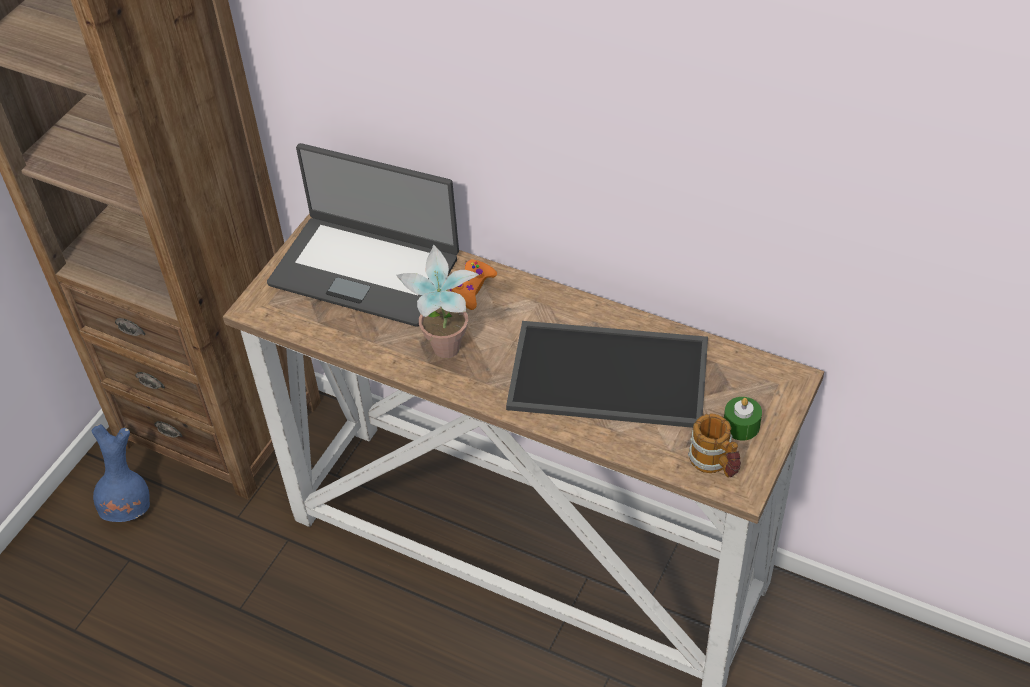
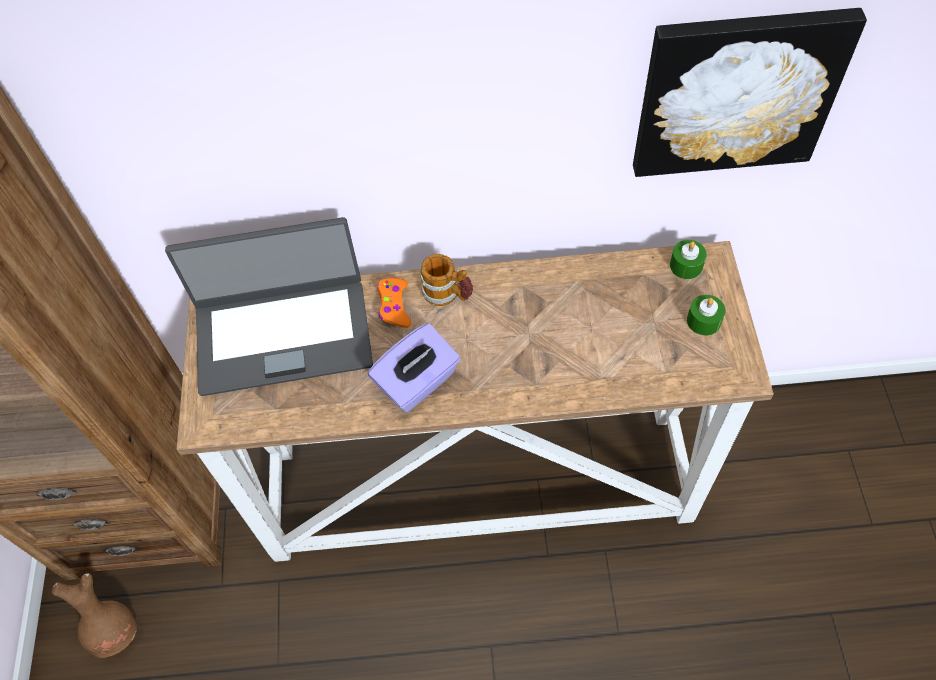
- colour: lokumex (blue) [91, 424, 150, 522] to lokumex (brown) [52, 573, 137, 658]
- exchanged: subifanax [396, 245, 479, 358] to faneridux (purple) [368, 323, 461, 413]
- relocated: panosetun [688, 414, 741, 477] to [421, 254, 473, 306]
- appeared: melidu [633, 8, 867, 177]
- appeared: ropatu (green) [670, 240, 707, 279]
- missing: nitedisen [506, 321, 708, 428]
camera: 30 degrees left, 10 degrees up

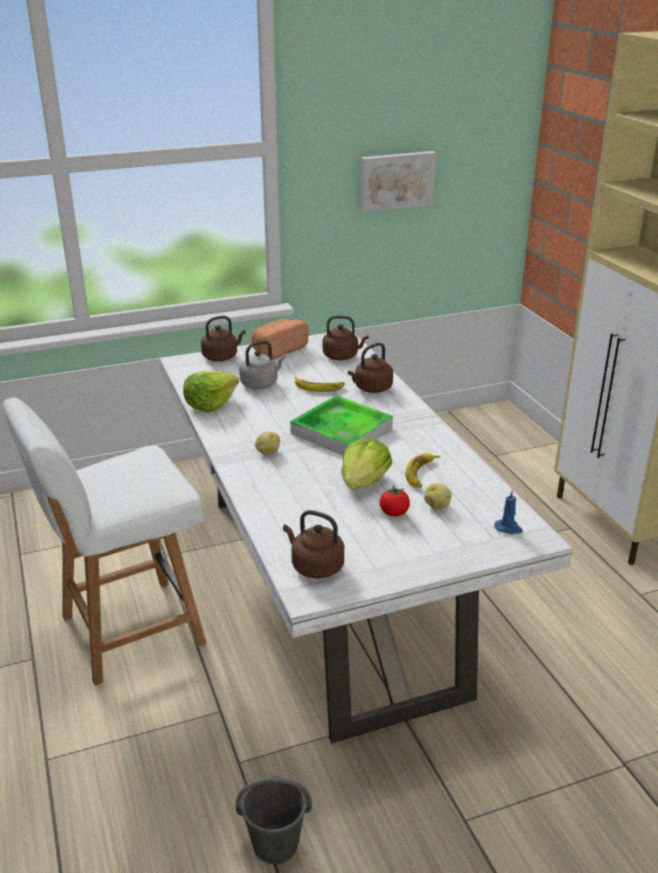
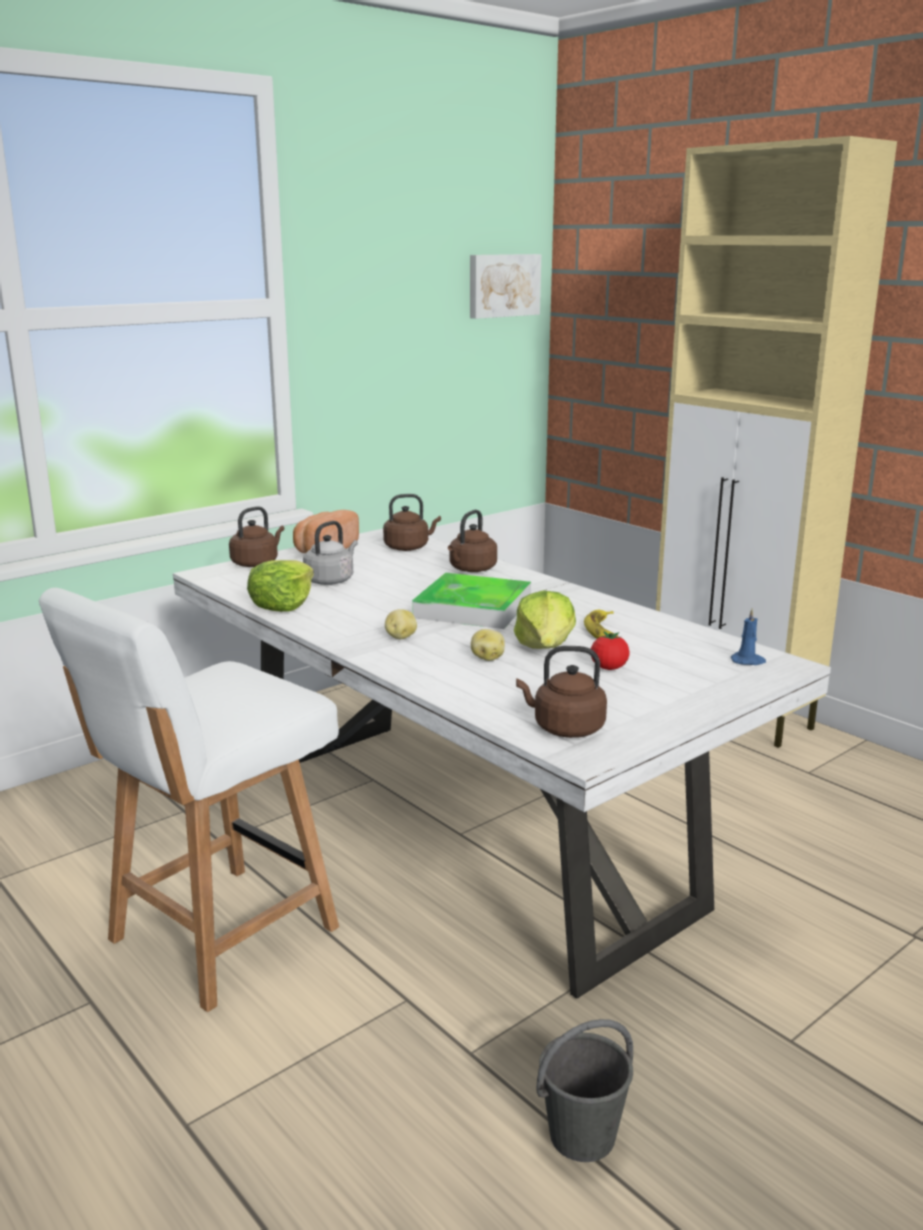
- relocated: melidu [360, 151, 436, 212] to [470, 254, 541, 319]
- relocated: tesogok [424, 483, 452, 509] to [471, 629, 505, 661]
- missing: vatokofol [294, 377, 345, 392]
camera: 20 degrees left, 10 degrees down

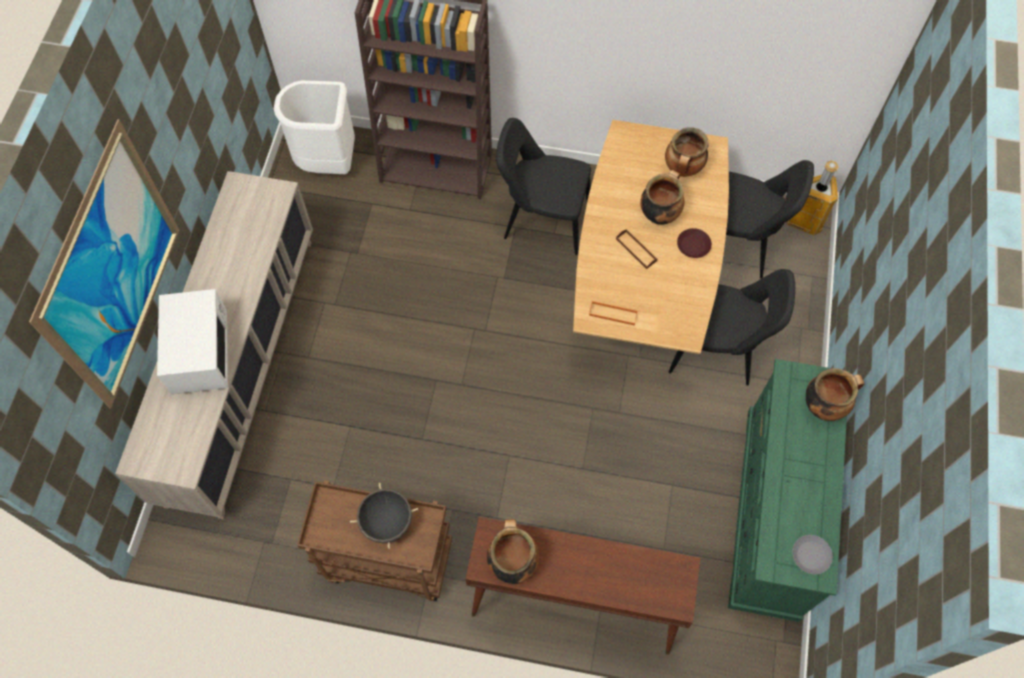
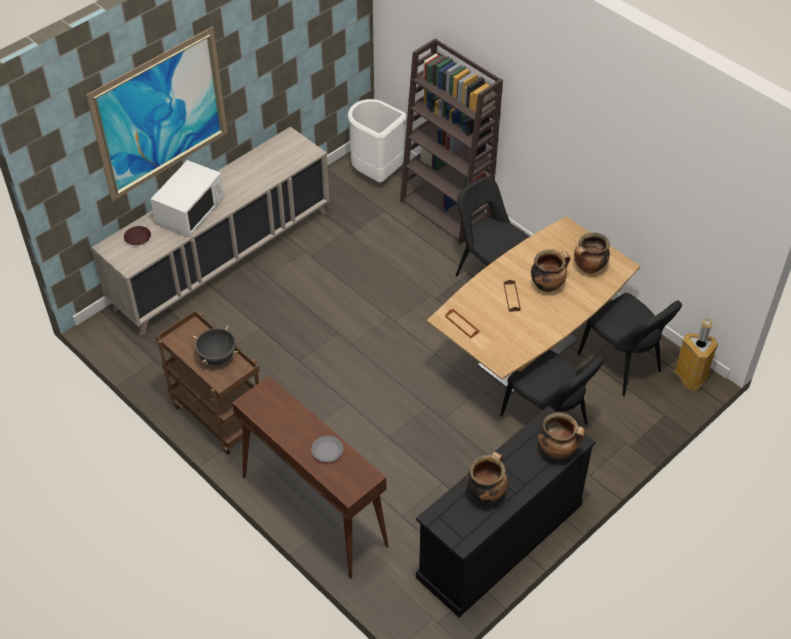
- relocated: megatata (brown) [677, 228, 712, 258] to [124, 226, 151, 245]
- relocated: megatata (grey) [792, 535, 833, 574] to [311, 436, 343, 462]
- colour: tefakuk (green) [728, 359, 849, 622] to tefakuk (black) [416, 406, 595, 617]
- relocated: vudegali [487, 519, 539, 584] to [466, 452, 508, 503]
camera: 35 degrees right, 15 degrees down

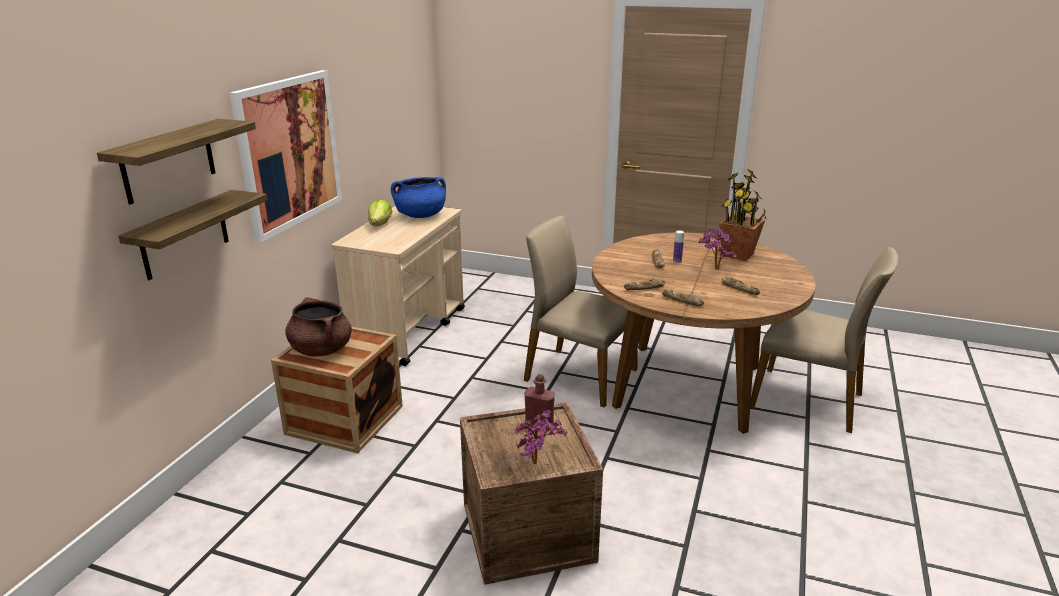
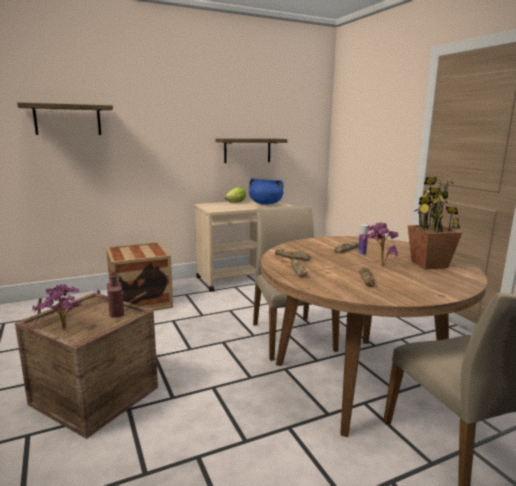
- relocated: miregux [118, 190, 268, 280] to [216, 139, 288, 163]
- missing: melidu [230, 70, 342, 243]
- missing: vudegali (brown) [285, 297, 352, 357]
camera: 45 degrees right, 10 degrees down

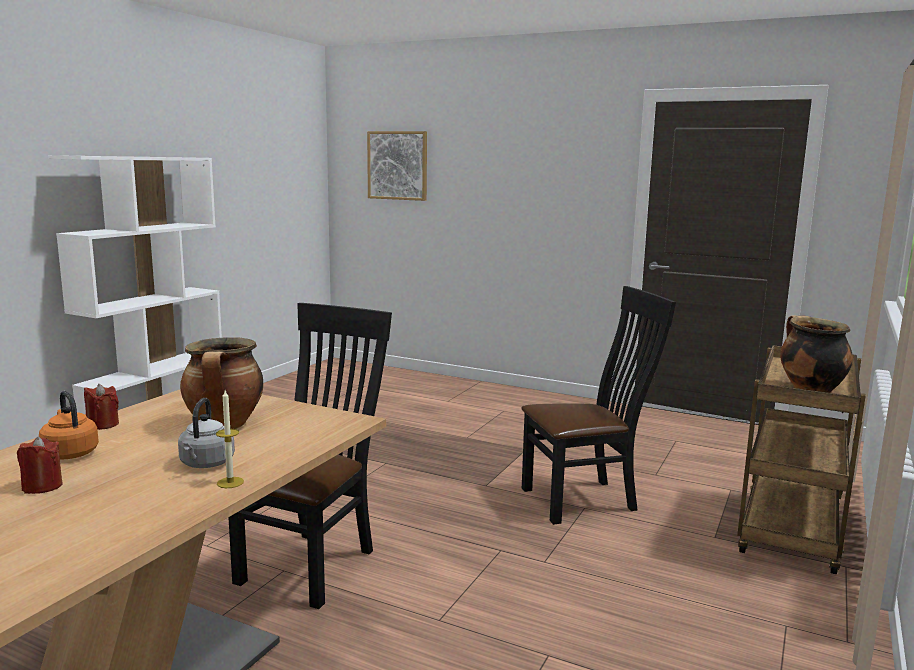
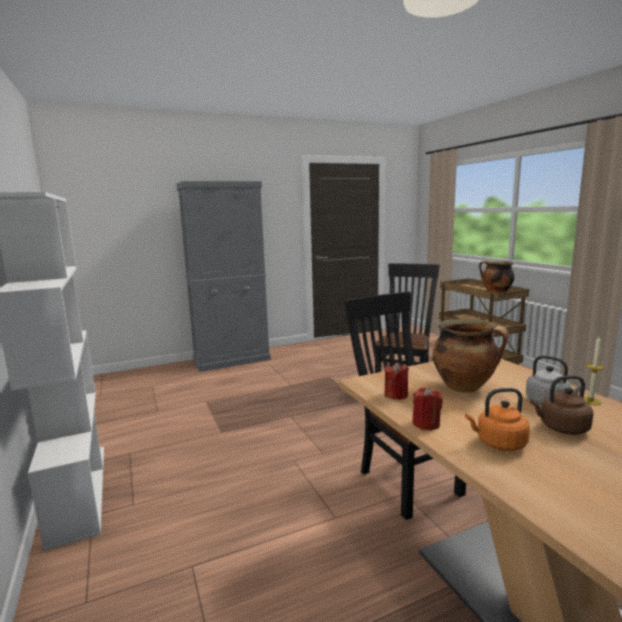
- appeared: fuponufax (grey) [176, 181, 271, 372]
- relocated: ropatu (red) [17, 436, 62, 494] to [385, 362, 409, 400]
- appeared: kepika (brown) [530, 375, 594, 435]
- missing: melidu [367, 131, 427, 201]
camera: 50 degrees left, 0 degrees up

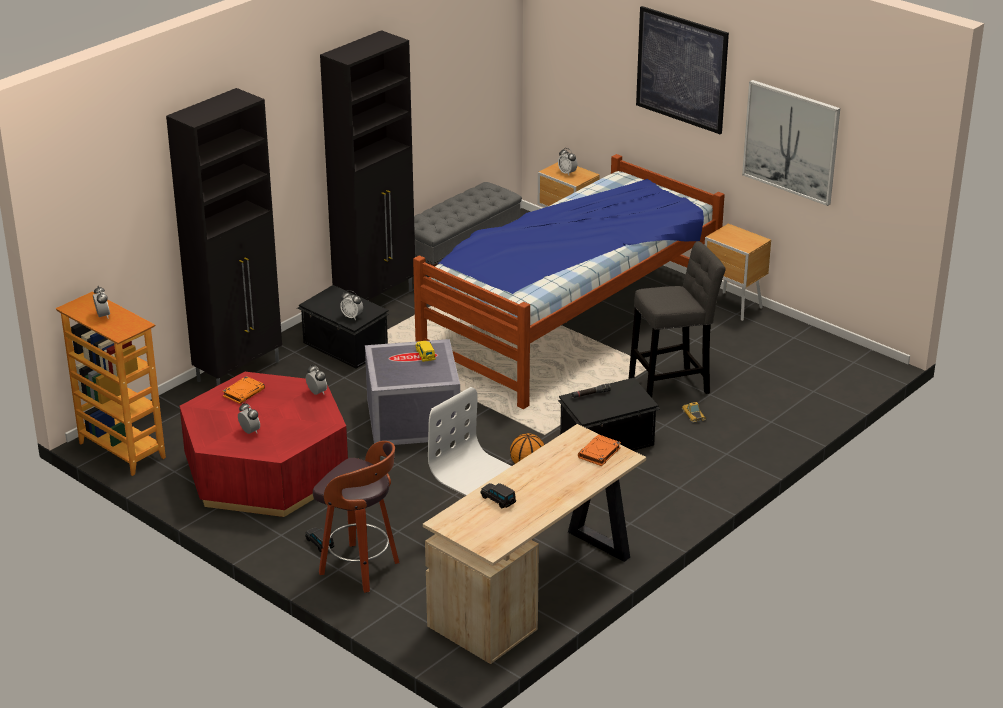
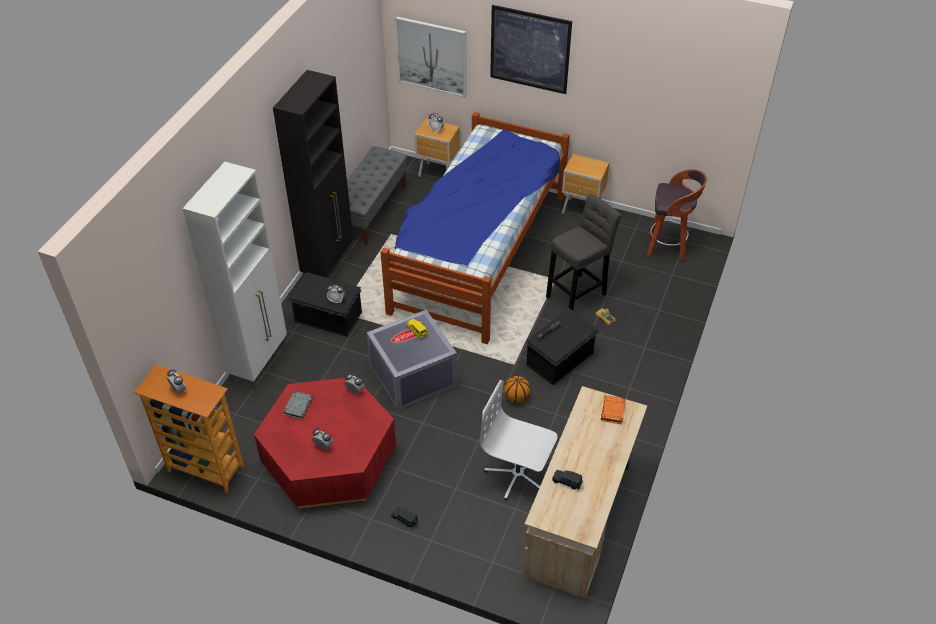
- colour: fuponufax (black) [166, 88, 282, 386] to fuponufax (white) [182, 162, 287, 389]
- colour: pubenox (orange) [222, 376, 265, 404] to pubenox (grey) [283, 391, 313, 419]
- relocated: melidu [742, 80, 840, 206] to [395, 17, 466, 97]
- relocated: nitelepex [313, 441, 399, 593] to [647, 169, 707, 261]
camera: 20 degrees left, 15 degrees up

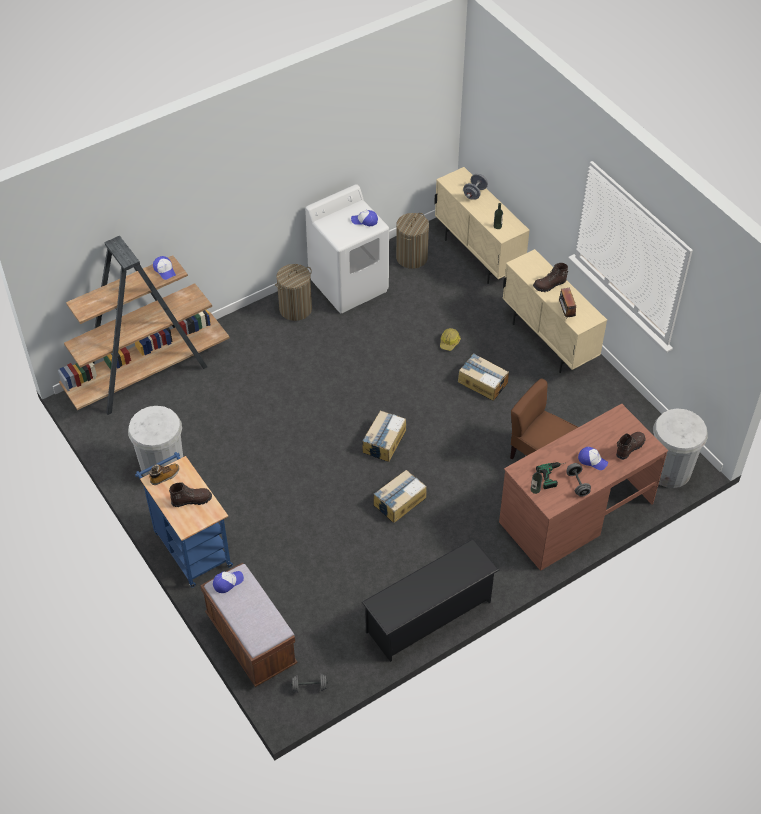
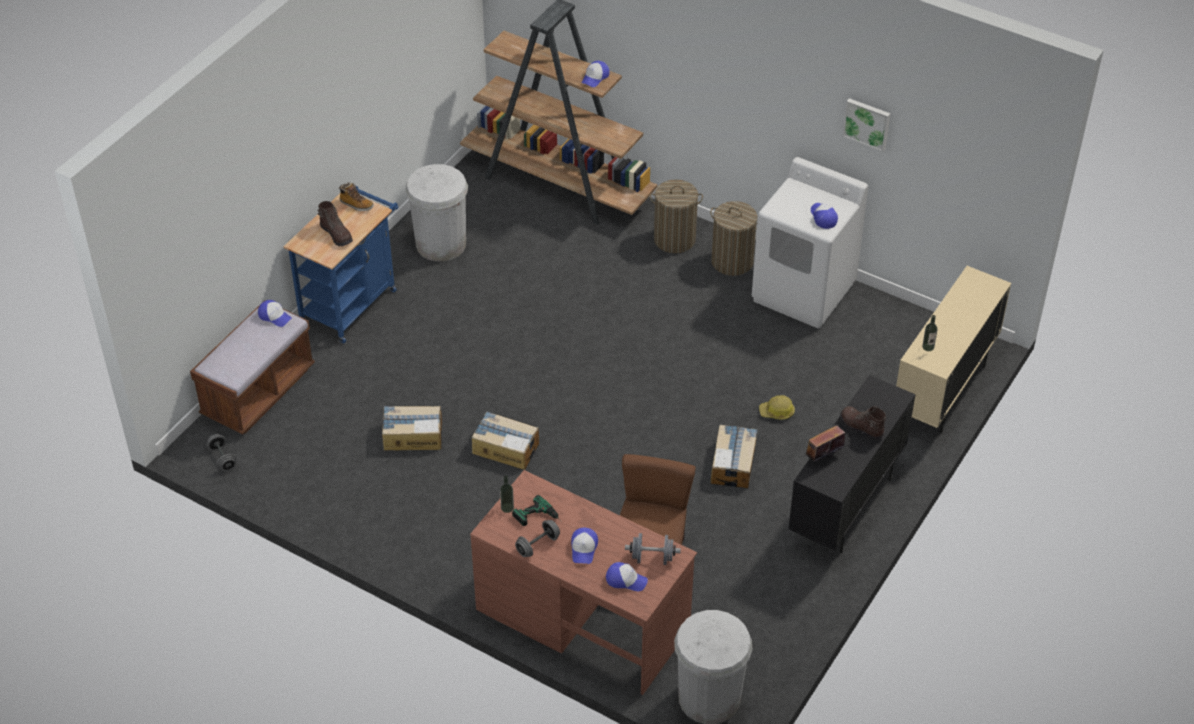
- relocated: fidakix [362, 410, 406, 462] to [382, 406, 442, 451]
- exchanged: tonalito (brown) [616, 432, 646, 460] to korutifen [606, 562, 648, 591]
- relocated: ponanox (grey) [463, 174, 488, 200] to [625, 533, 681, 565]
- relocated: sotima [396, 213, 429, 269] to [650, 179, 703, 253]
- colour: fuponufax (beige) [503, 249, 607, 373] to fuponufax (black) [788, 375, 916, 553]
- appeared: melidu [842, 98, 890, 152]
- missing: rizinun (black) [362, 539, 499, 662]
camera: 65 degrees right, 5 degrees down

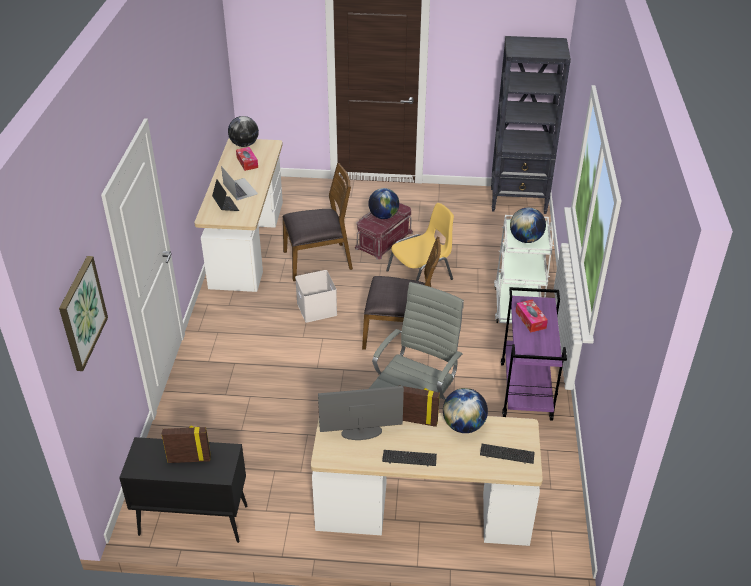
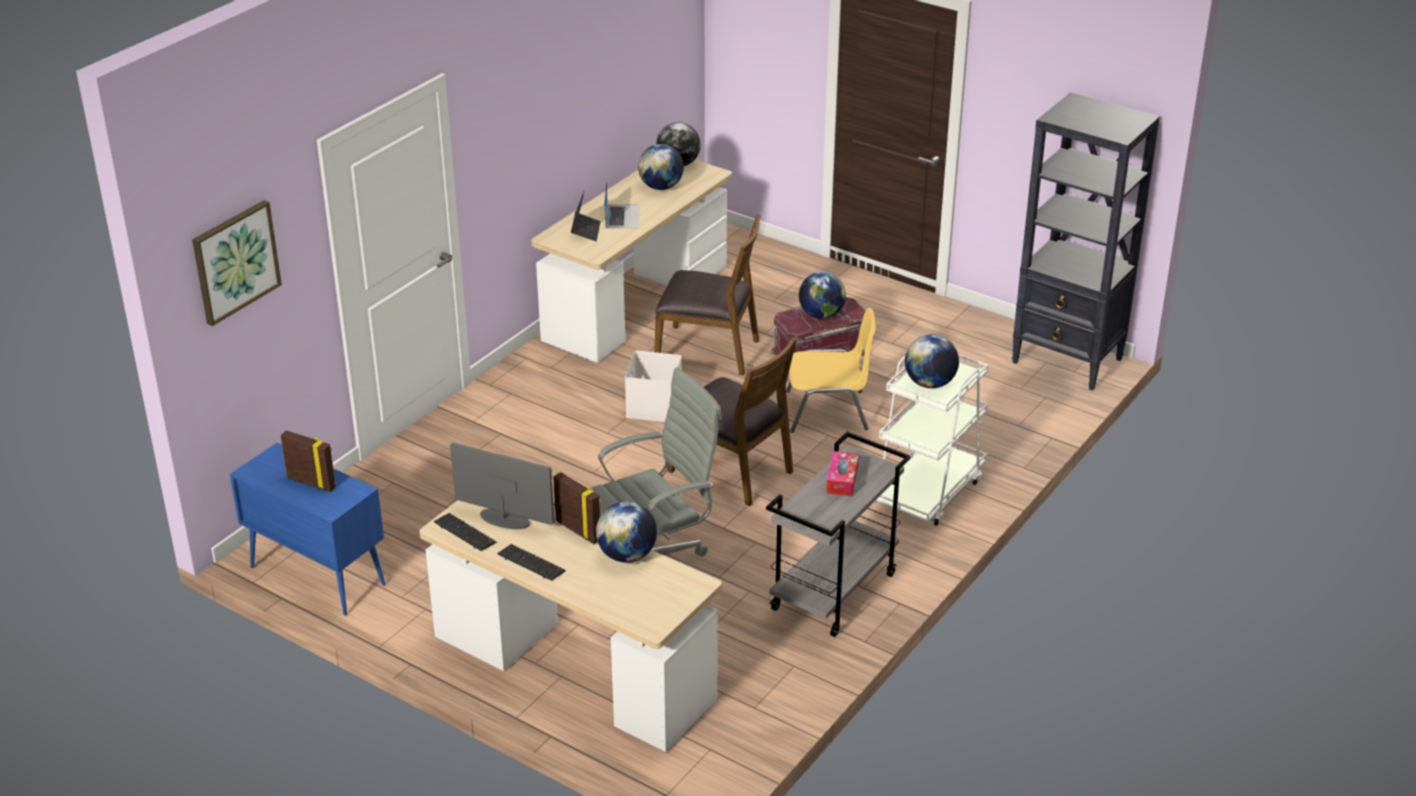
- colour: fuponufax (black) [119, 437, 248, 543] to fuponufax (blue) [230, 443, 385, 615]
- relocated: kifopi [480, 444, 535, 464] to [434, 513, 497, 551]
- exchanged: faneridux [236, 147, 258, 171] to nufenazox [638, 144, 684, 190]
- colour: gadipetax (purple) [501, 287, 567, 421] to gadipetax (grey) [766, 432, 911, 637]
camera: 30 degrees right, 5 degrees down

